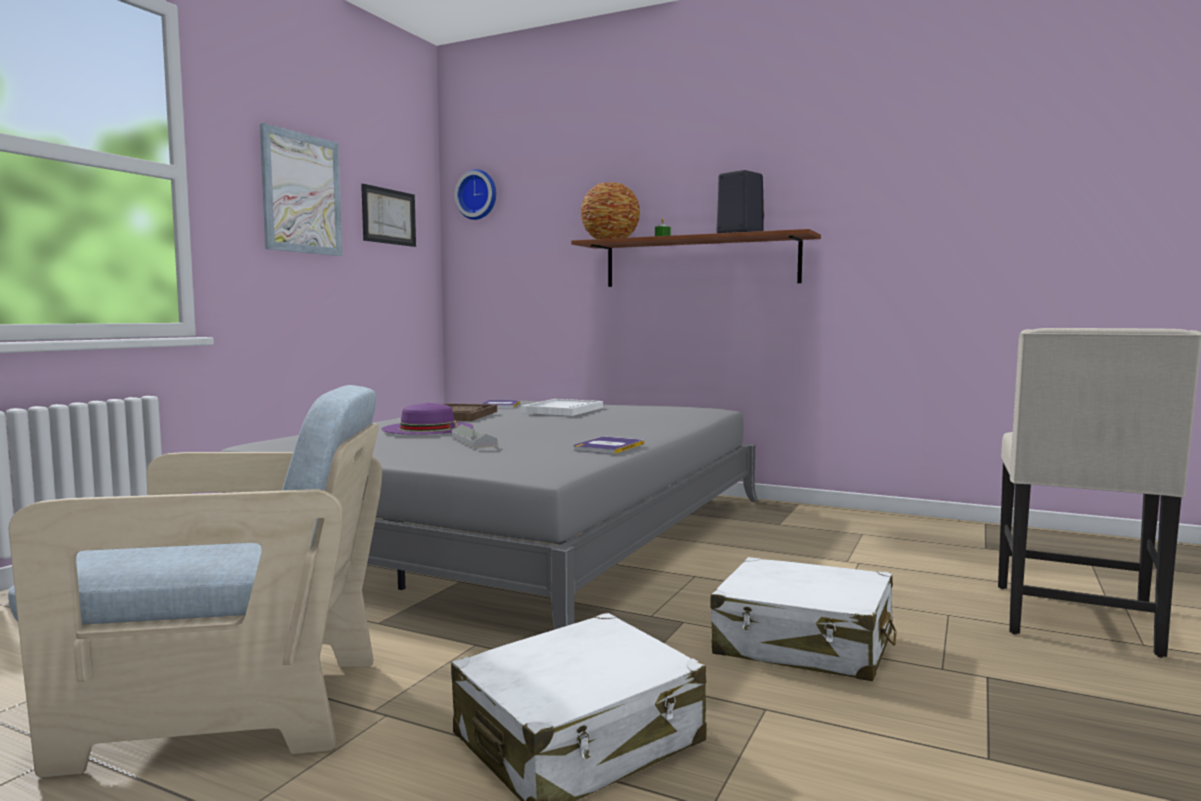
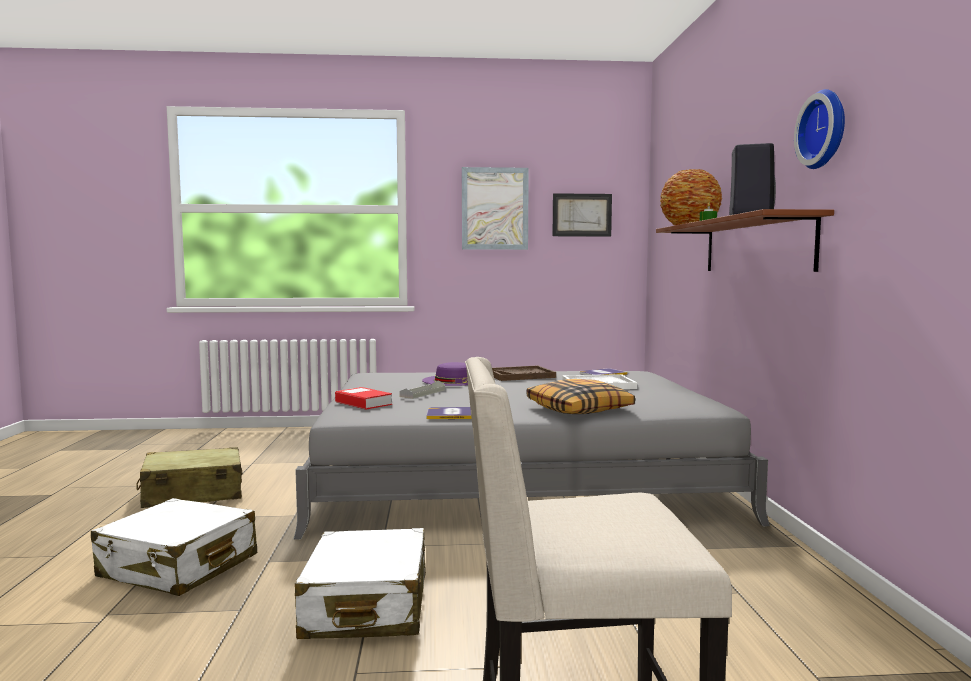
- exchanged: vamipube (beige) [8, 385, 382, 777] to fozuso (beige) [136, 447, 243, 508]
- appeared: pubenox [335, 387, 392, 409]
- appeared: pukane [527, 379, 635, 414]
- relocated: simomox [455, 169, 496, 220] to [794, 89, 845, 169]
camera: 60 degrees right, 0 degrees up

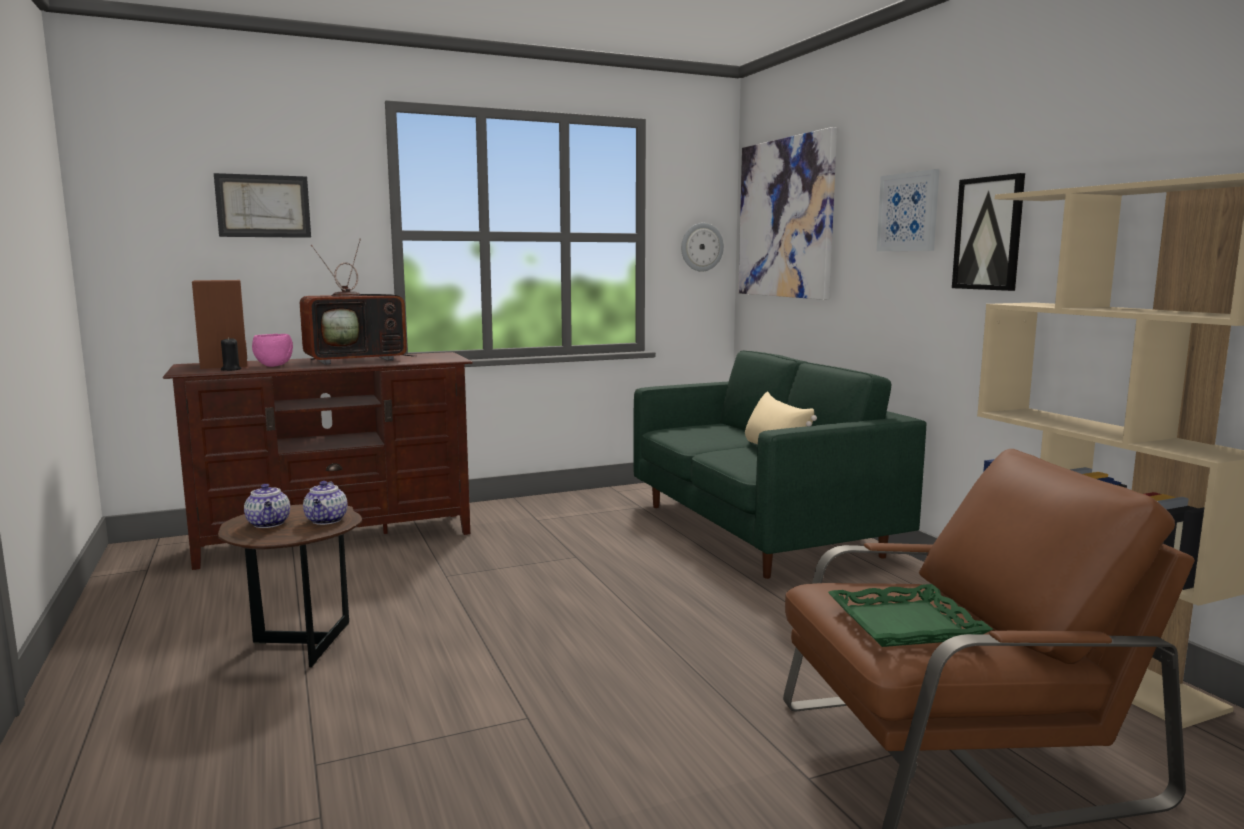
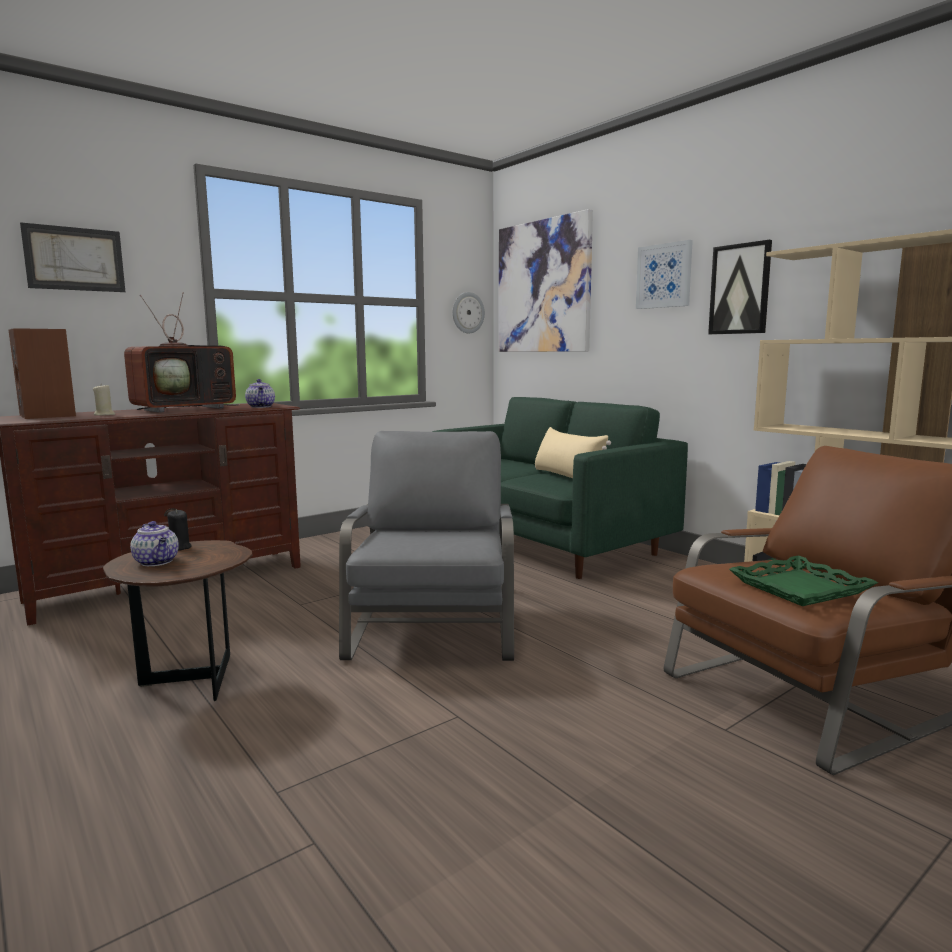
- exchanged: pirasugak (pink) [252, 334, 293, 367] to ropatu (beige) [93, 383, 115, 416]
- relocated: ropatu (black) [221, 337, 241, 371] to [167, 510, 192, 551]
- relocated: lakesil [303, 481, 348, 525] to [245, 379, 275, 408]
- appeared: vamipube (grey) [339, 431, 514, 661]
camera: 15 degrees left, 0 degrees up

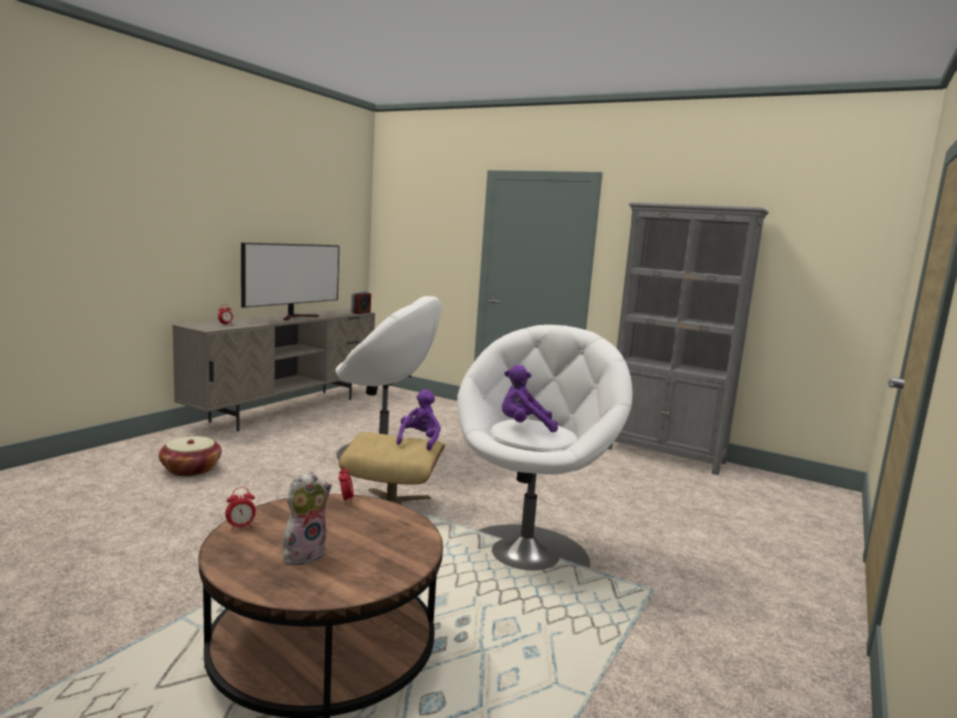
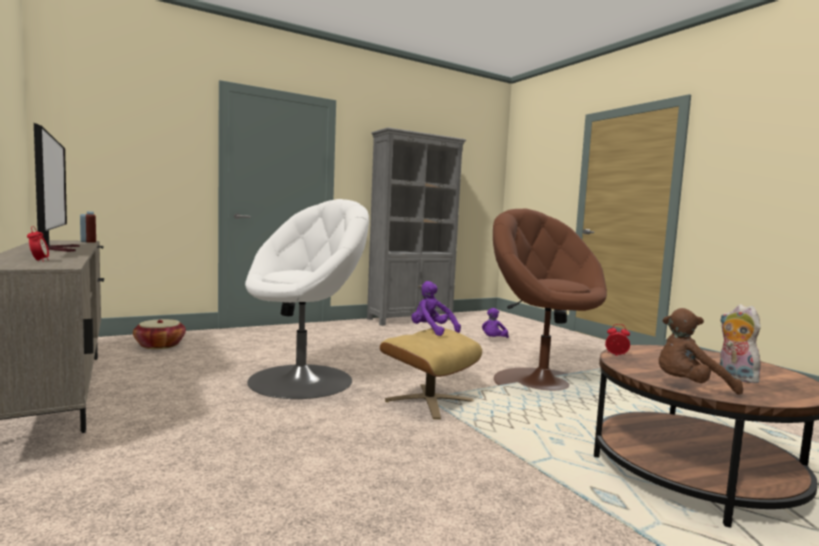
- relocated: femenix [159, 436, 222, 476] to [133, 319, 186, 349]
- relocated: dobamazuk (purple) [502, 365, 558, 432] to [482, 308, 509, 338]
- colour: vamipube (white) [457, 325, 633, 570] to vamipube (brown) [493, 209, 607, 391]
- exchanged: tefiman [225, 487, 256, 531] to dobamazuk (brown) [659, 308, 743, 395]
camera: 60 degrees left, 5 degrees down

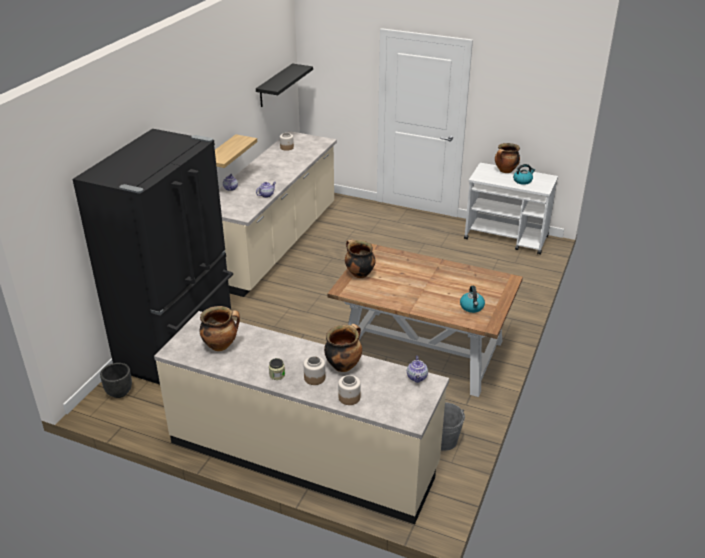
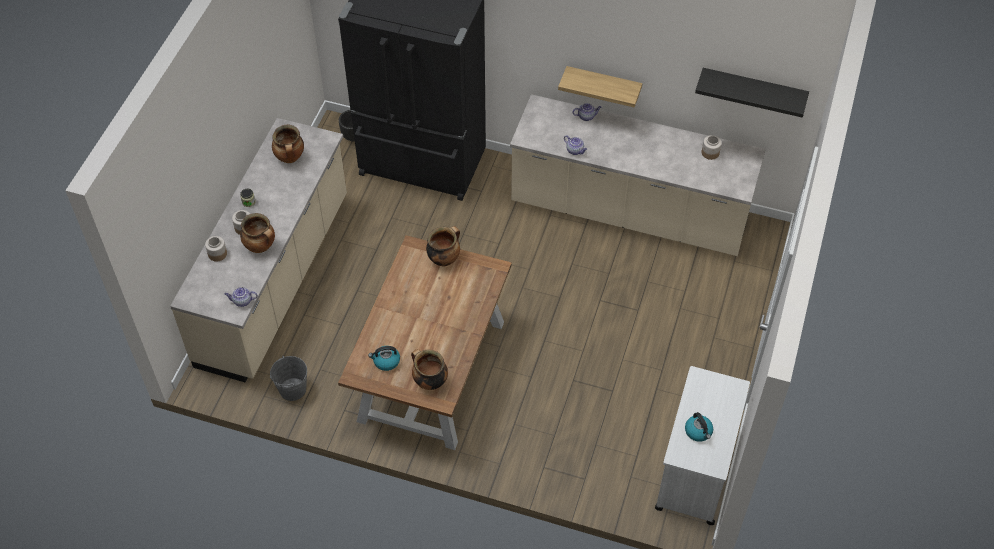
- relocated: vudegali [495, 143, 520, 173] to [411, 349, 448, 390]
camera: 85 degrees right, 20 degrees up

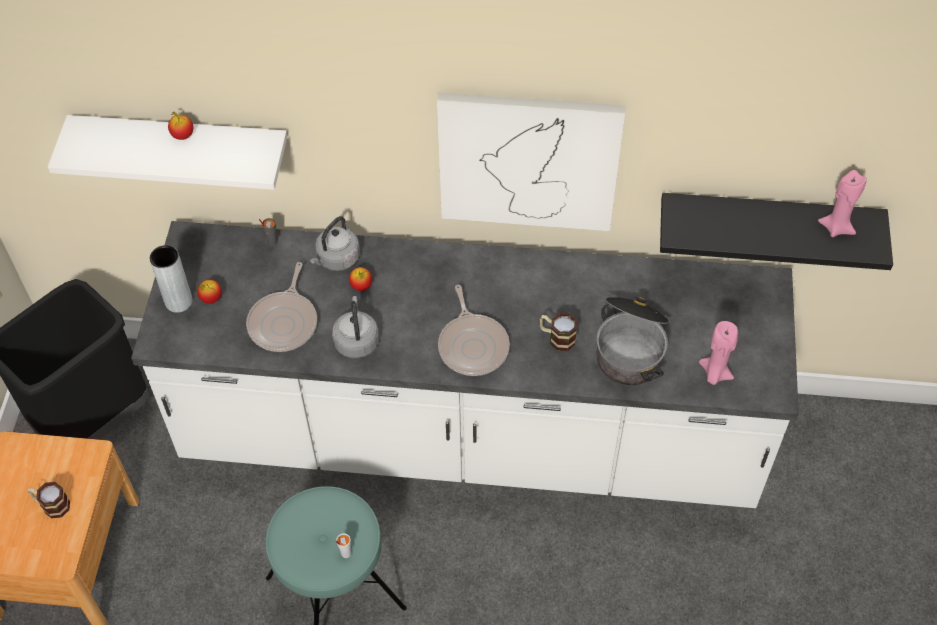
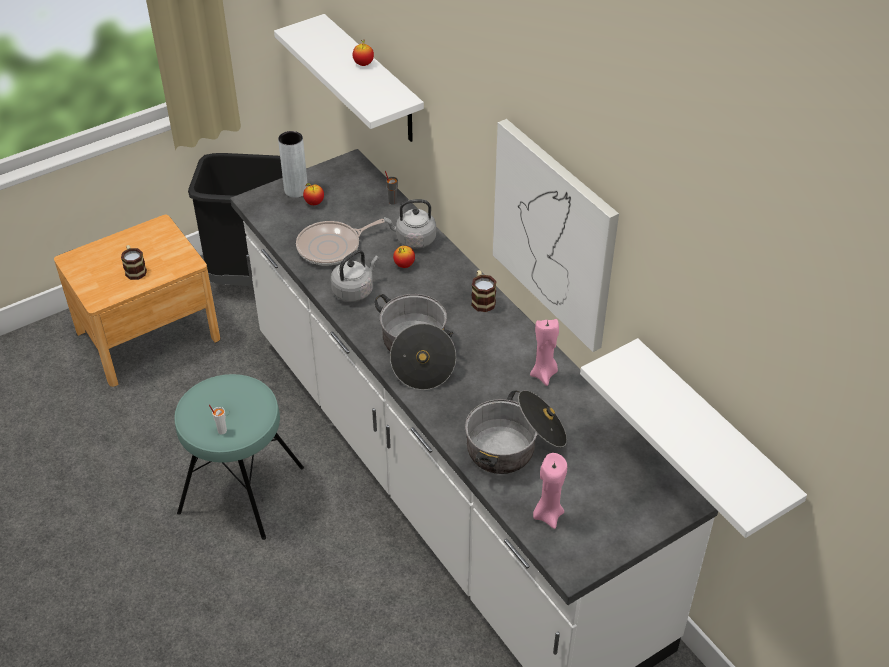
- exchanged: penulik [438, 285, 510, 376] to vudegali [375, 294, 456, 390]
- relocated: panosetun [540, 312, 577, 351] to [471, 270, 497, 312]
- relocated: ropatu (pink) [818, 170, 867, 238] to [530, 319, 559, 386]
- colour: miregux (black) [660, 193, 893, 270] to miregux (white) [580, 338, 807, 538]
camera: 50 degrees right, 10 degrees down

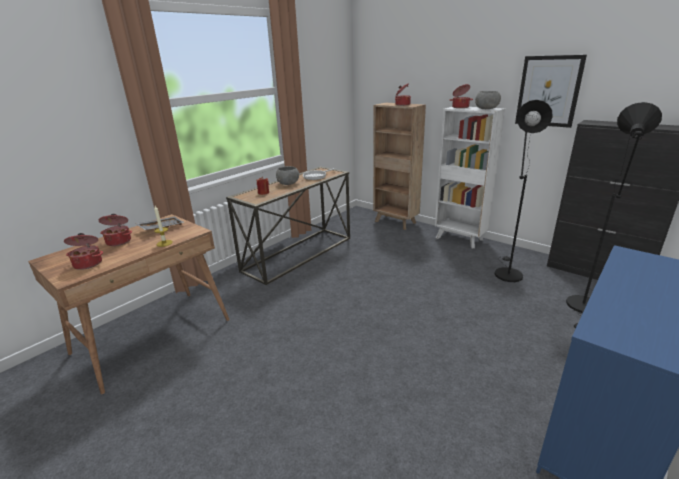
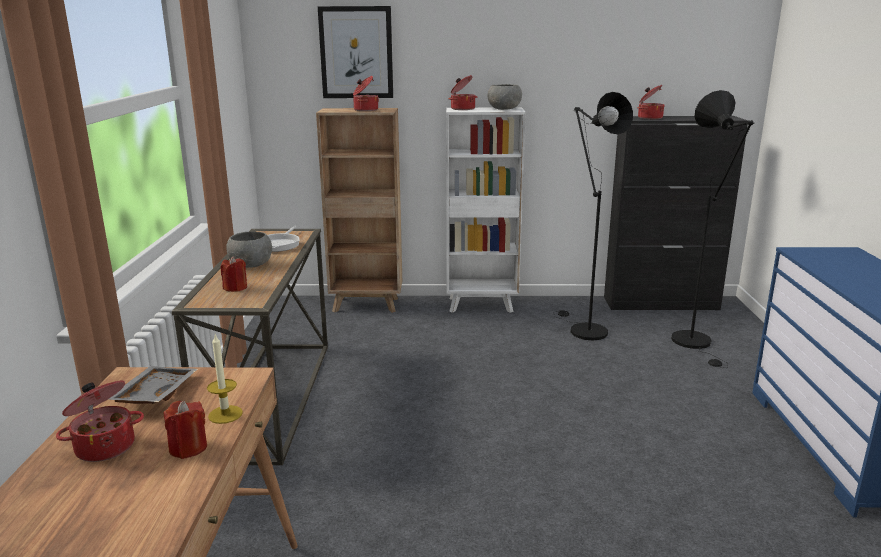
- appeared: ropatu (red) [164, 401, 207, 459]
- relocated: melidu [515, 55, 587, 128] to [318, 6, 393, 98]
- relocated: vudegali [64, 233, 103, 270] to [637, 85, 665, 119]
camera: 40 degrees left, 5 degrees down

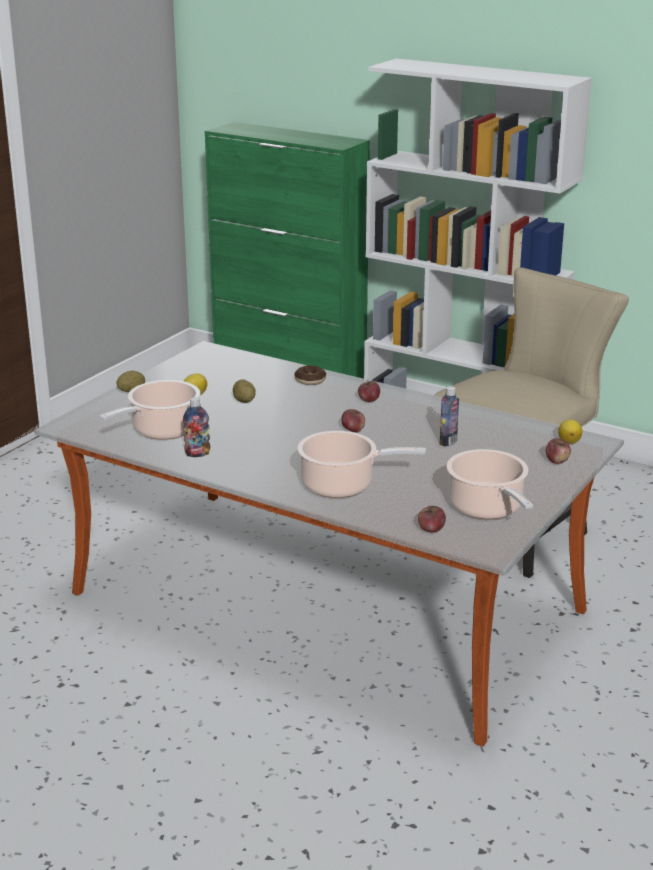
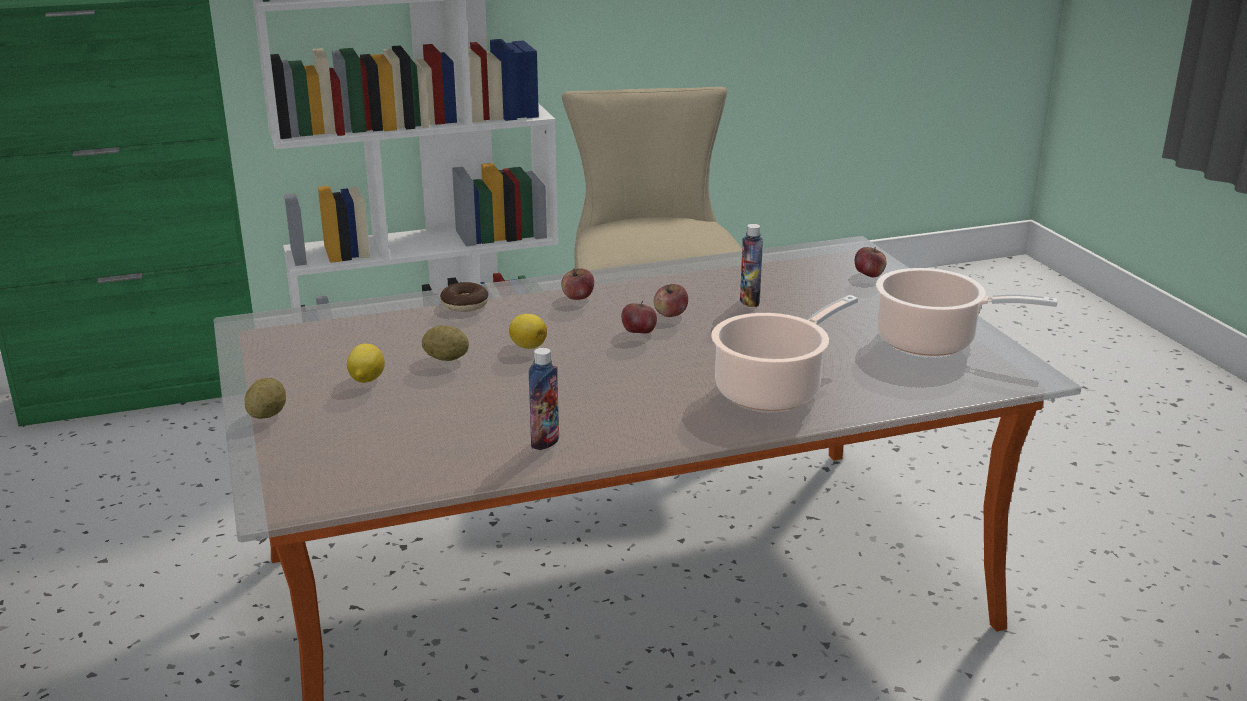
- relocated: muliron [558, 419, 582, 444] to [509, 314, 547, 349]
- relocated: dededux [418, 506, 446, 532] to [654, 284, 688, 317]
- missing: vudegali [99, 380, 201, 440]
camera: 50 degrees left, 0 degrees up

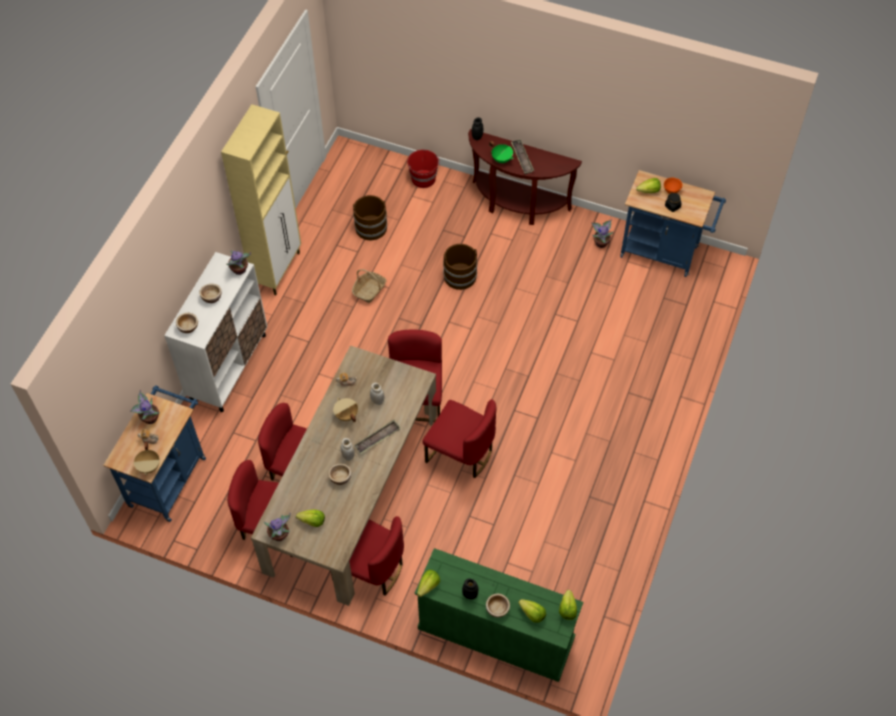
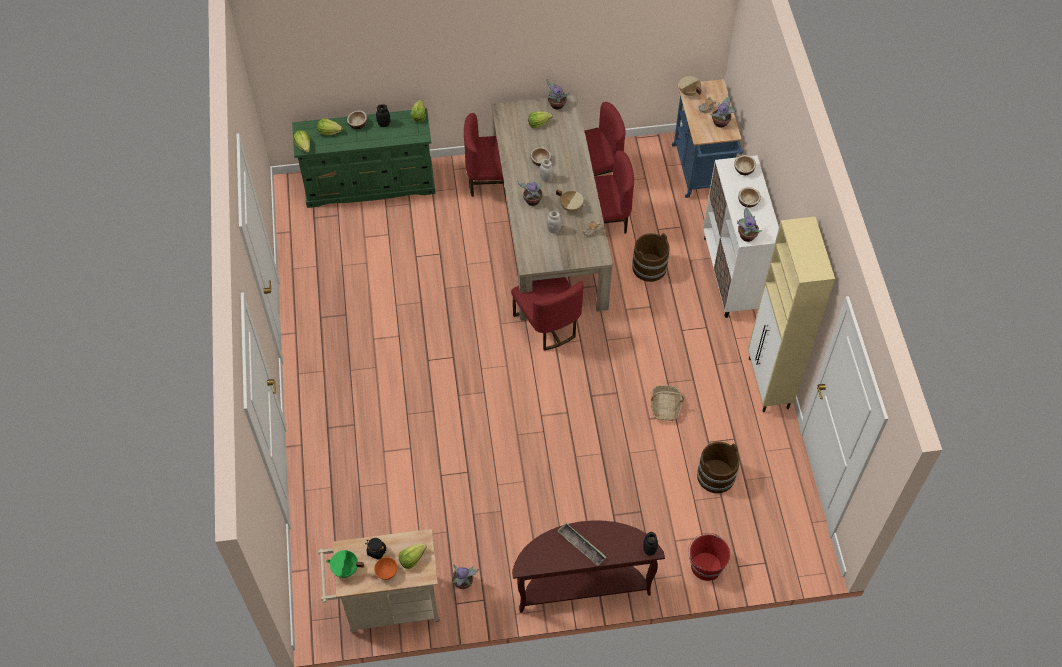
- colour: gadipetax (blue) [620, 170, 726, 277] to gadipetax (beige) [318, 529, 439, 633]
- relocated: vudegali (green) [489, 141, 514, 163] to [326, 550, 364, 578]
- exchanged: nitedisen [354, 419, 401, 454] to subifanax [518, 181, 543, 206]
- relocated: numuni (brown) [443, 244, 477, 290] to [632, 233, 670, 282]
- missing: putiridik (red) [423, 399, 496, 478]
camera: 150 degrees right, 0 degrees up

